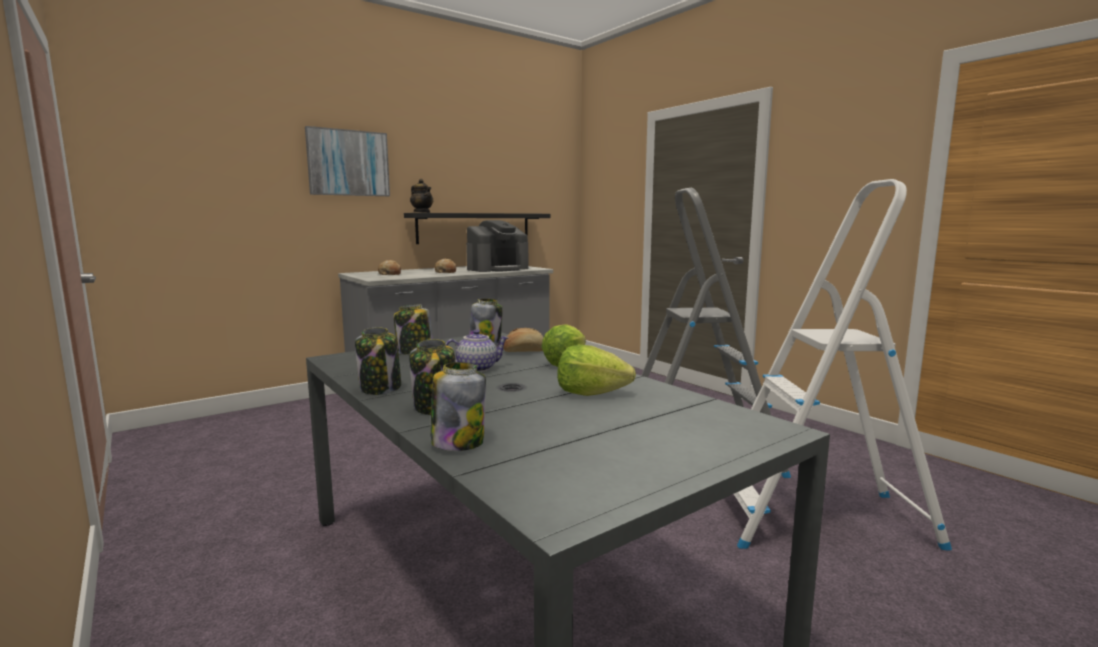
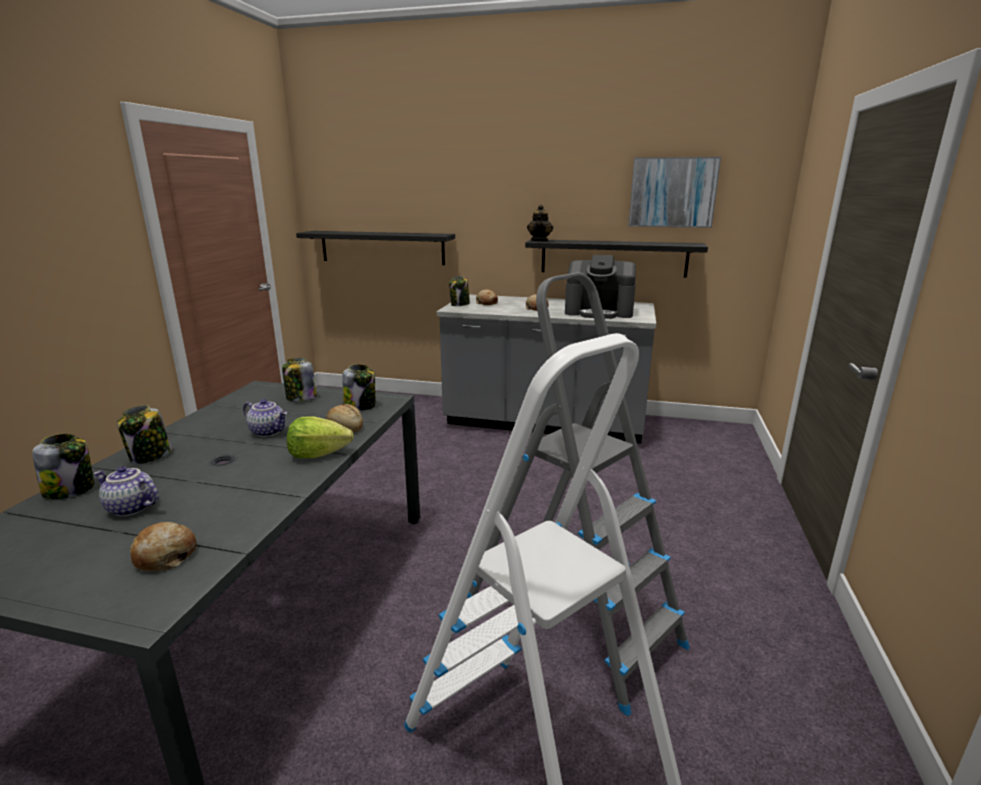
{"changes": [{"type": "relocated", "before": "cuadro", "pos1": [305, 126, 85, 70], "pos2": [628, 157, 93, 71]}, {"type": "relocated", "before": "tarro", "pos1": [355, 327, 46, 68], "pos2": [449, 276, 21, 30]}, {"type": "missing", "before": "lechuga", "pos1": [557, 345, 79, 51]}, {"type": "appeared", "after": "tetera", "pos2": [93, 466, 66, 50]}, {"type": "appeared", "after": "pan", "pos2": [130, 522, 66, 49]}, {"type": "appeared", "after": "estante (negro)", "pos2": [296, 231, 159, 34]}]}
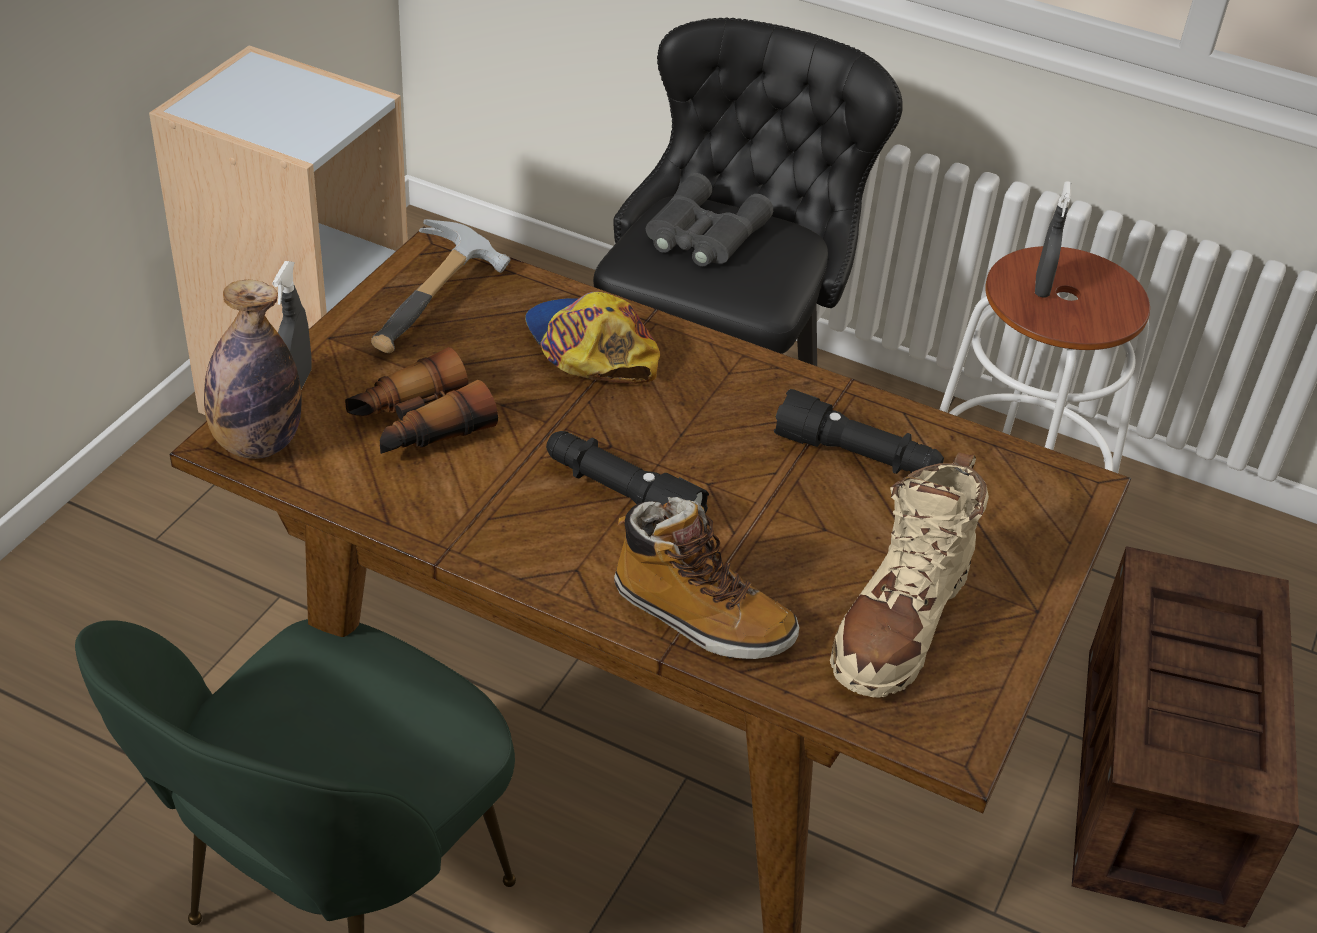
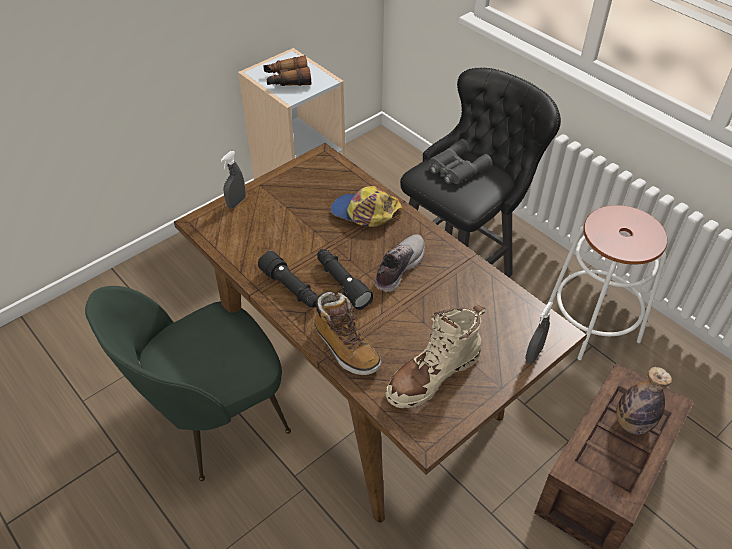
{"changes": [{"type": "relocated", "before": "botella", "pos1": [204, 280, 98, 179], "pos2": [616, 367, 56, 68]}, {"type": "relocated", "before": "prismáticos", "pos1": [345, 347, 153, 107], "pos2": [263, 55, 48, 31]}, {"type": "missing", "before": "martillo", "pos1": [371, 219, 140, 134]}, {"type": "spun", "before": "gorra", "pos1": [525, 292, 135, 92], "pos2": [331, 186, 72, 41], "turn": -60}, {"type": "relocated", "before": "linterna (negro)", "pos1": [774, 389, 170, 85], "pos2": [258, 251, 60, 57]}, {"type": "relocated", "before": "pulverizador (gris)", "pos1": [1035, 181, 36, 116], "pos2": [525, 301, 28, 62]}, {"type": "appeared", "after": "zapato", "pos2": [375, 234, 50, 58]}]}
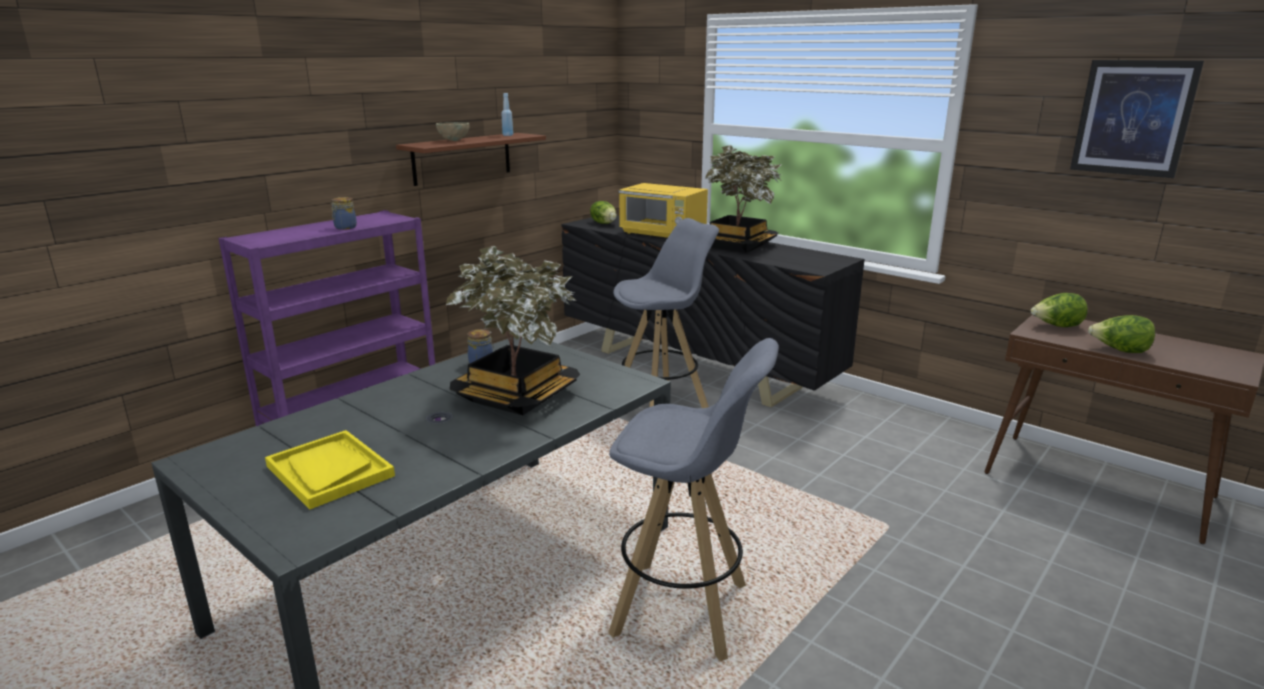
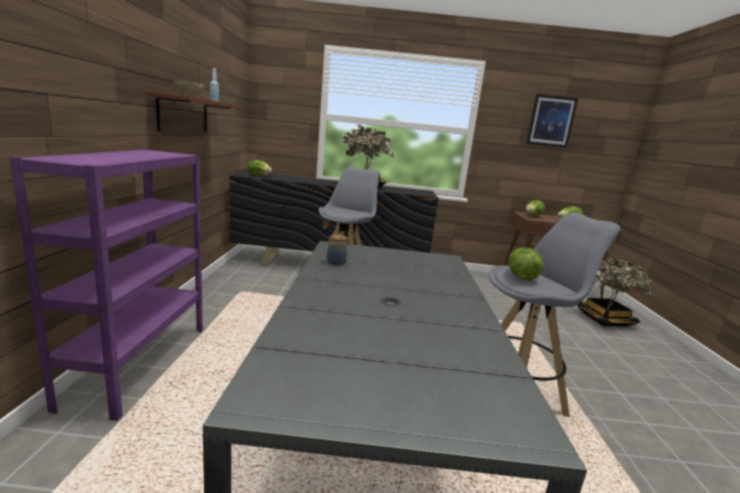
{"changes": [{"type": "missing", "before": "bandeja (amarillo)", "pos1": [265, 430, 130, 79]}, {"type": "missing", "before": "tarro", "pos1": [331, 197, 26, 33]}, {"type": "relocated", "before": "planta en maceta", "pos1": [446, 246, 134, 169], "pos2": [578, 257, 77, 69]}, {"type": "missing", "before": "microondas (amarillo)", "pos1": [618, 183, 90, 55]}, {"type": "appeared", "after": "lechuga", "pos2": [509, 248, 35, 33]}]}
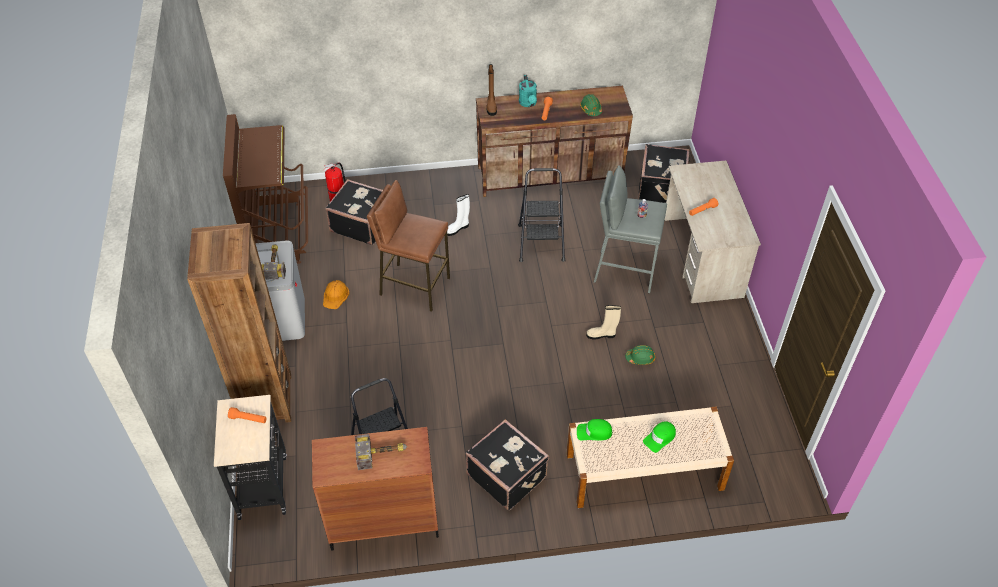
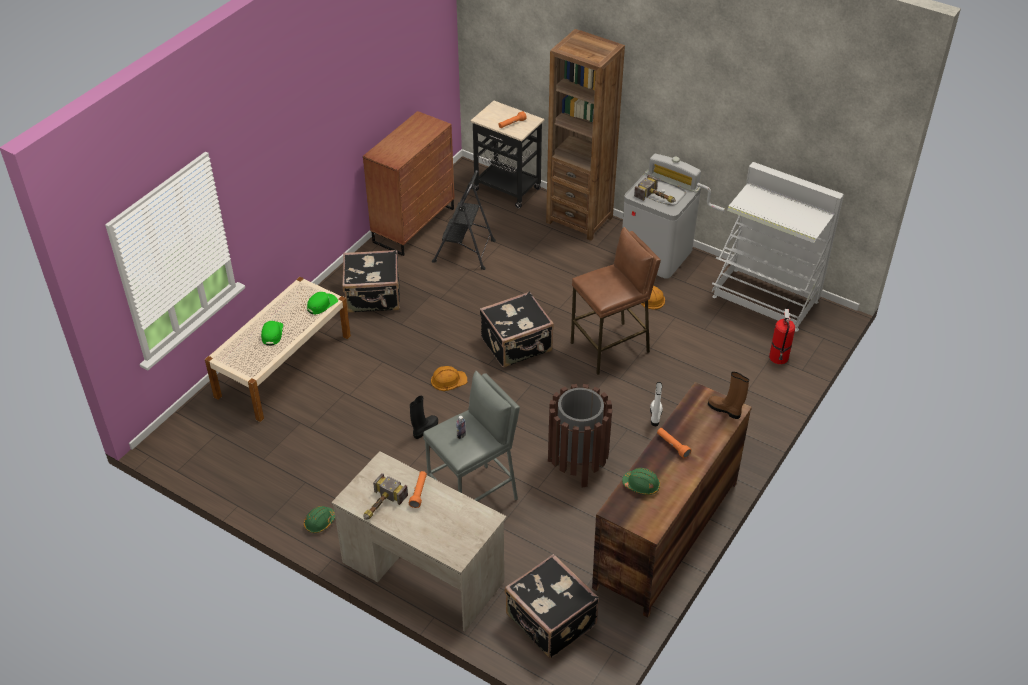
{"changes": [{"type": "colour", "before": "zapatero (marrón)", "after": "zapatero (blanco)", "pos1": [223, 114, 85, 150], "pos2": [712, 162, 132, 170]}, {"type": "relocated", "before": "maleta (negro)", "pos1": [325, 179, 58, 66], "pos2": [480, 291, 74, 77]}, {"type": "relocated", "before": "martillo", "pos1": [355, 434, 52, 36], "pos2": [364, 473, 44, 47]}, {"type": "exchanged", "before": "escalera de tijera (negro)", "after": "papelera (marrón)", "pos1": [518, 168, 48, 94], "pos2": [548, 384, 64, 103]}, {"type": "missing", "before": "regadera (turquesa)", "pos1": [519, 75, 18, 32]}, {"type": "colour", "before": "bota (beis)", "after": "bota (negro)", "pos1": [586, 305, 35, 34], "pos2": [410, 396, 28, 43]}, {"type": "relocated", "before": "casco (verde)", "pos1": [625, 345, 30, 20], "pos2": [304, 506, 31, 27]}, {"type": "appeared", "after": "casco (naranja)", "pos2": [431, 366, 36, 25]}]}
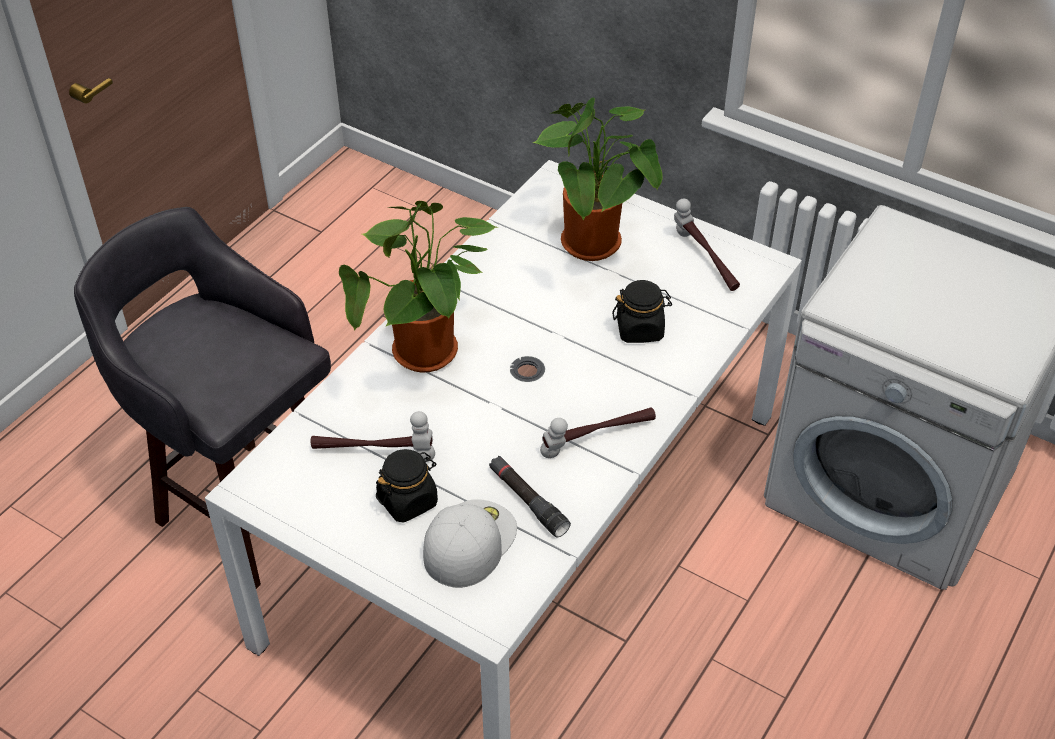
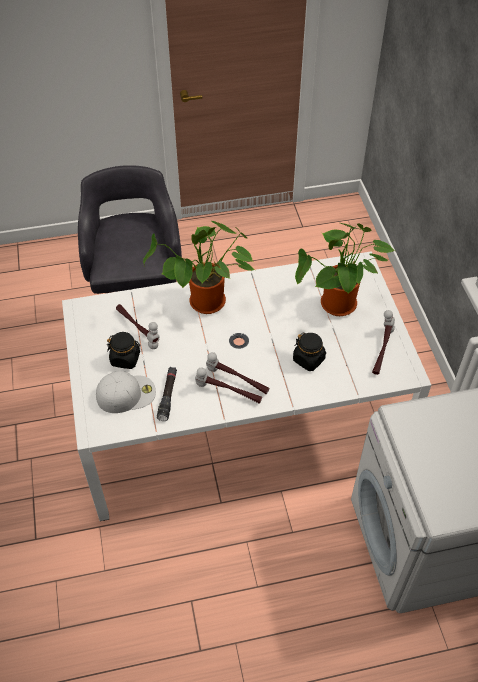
{"changes": [{"type": "appeared", "after": "martillo", "pos2": [206, 352, 64, 42]}]}
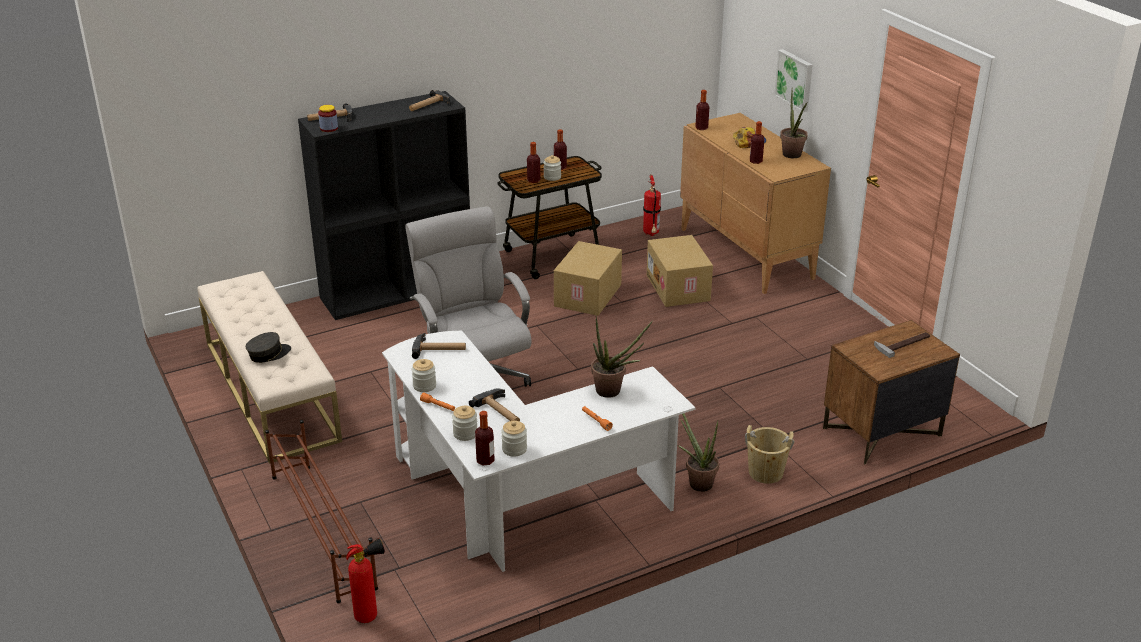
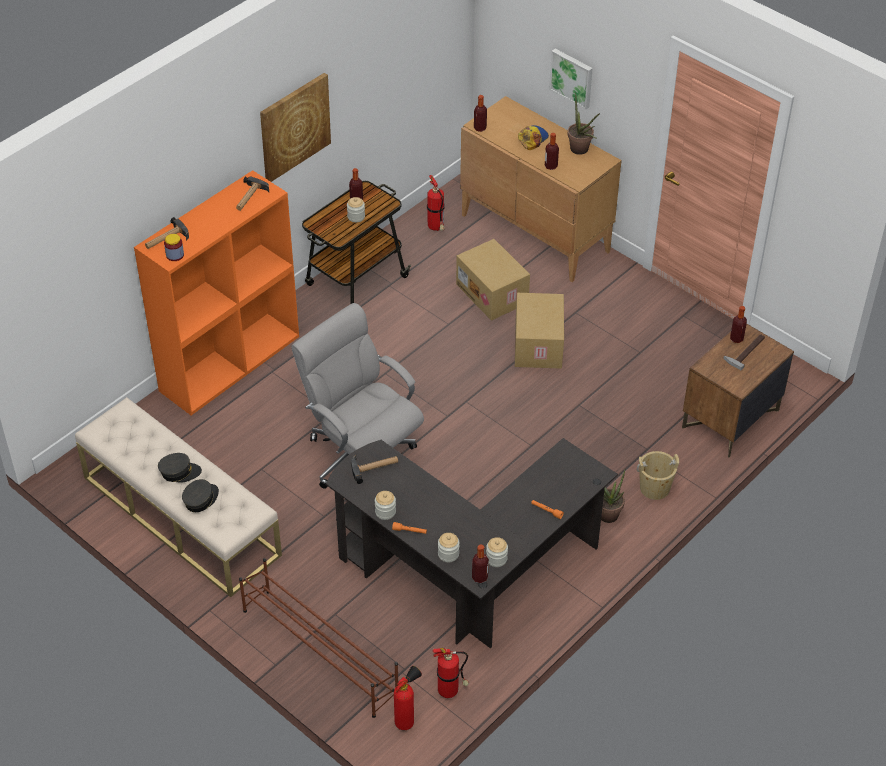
{"changes": [{"type": "colour", "before": "estantería (negro)", "after": "estantería (naranja)", "pos1": [298, 91, 172, 229], "pos2": [134, 170, 165, 245]}, {"type": "colour", "before": "escritorio (blanco)", "after": "escritorio (negro)", "pos1": [382, 331, 314, 241], "pos2": [326, 438, 292, 210]}, {"type": "missing", "before": "martillo", "pos1": [469, 389, 51, 32]}, {"type": "relocated", "before": "botella", "pos1": [527, 142, 13, 41], "pos2": [730, 306, 17, 37]}, {"type": "relocated", "before": "caja de cartón", "pos1": [554, 241, 68, 75], "pos2": [515, 293, 49, 76]}, {"type": "missing", "before": "planta en maceta", "pos1": [591, 316, 62, 82]}, {"type": "appeared", "after": "gorra (gris)", "pos2": [158, 453, 44, 29]}, {"type": "appeared", "after": "cuadro", "pos2": [260, 73, 71, 109]}, {"type": "appeared", "after": "extintor", "pos2": [433, 648, 36, 50]}]}
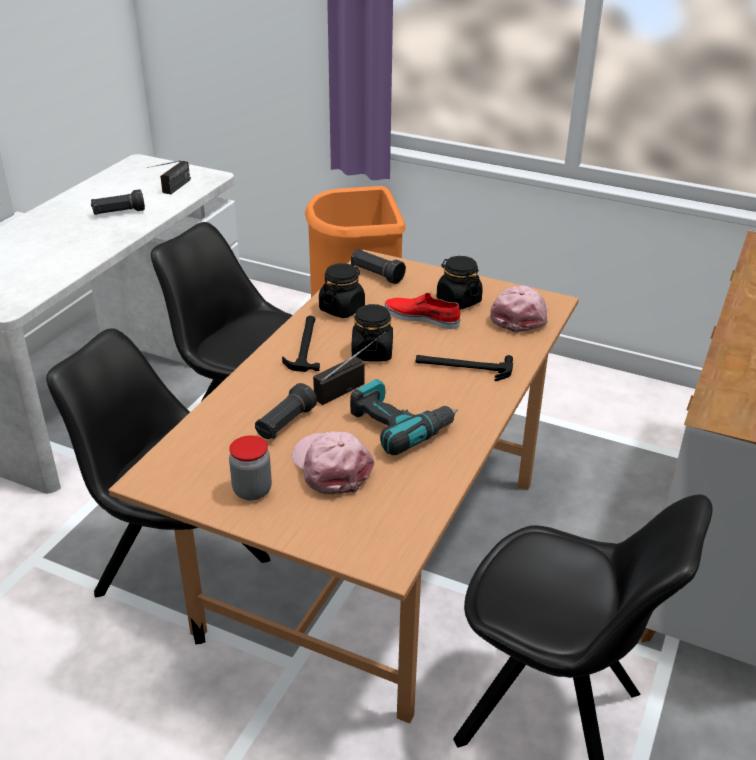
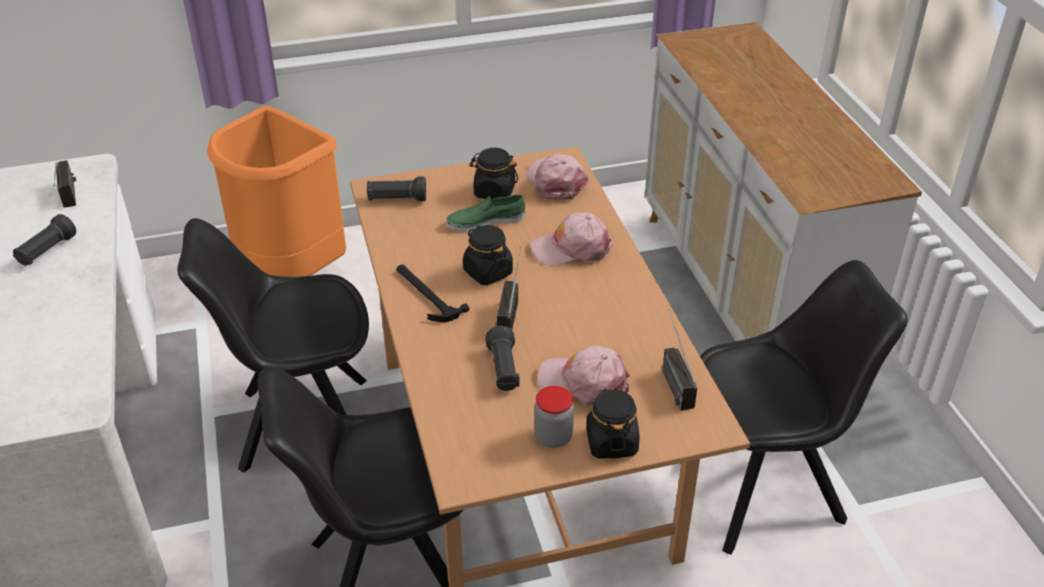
{"changes": [{"type": "relocated", "before": "tarro (negro)", "pos1": [319, 263, 46, 55], "pos2": [586, 388, 53, 71]}, {"type": "missing", "before": "taladro", "pos1": [350, 379, 108, 76]}, {"type": "colour", "before": "zapato (rojo)", "after": "zapato (verde)", "pos1": [385, 293, 76, 36], "pos2": [446, 194, 80, 38]}, {"type": "exchanged", "before": "martillo", "after": "gorra (rosa)", "pos1": [416, 355, 97, 26], "pos2": [530, 212, 83, 54]}, {"type": "appeared", "after": "radio", "pos2": [662, 309, 35, 102]}]}
